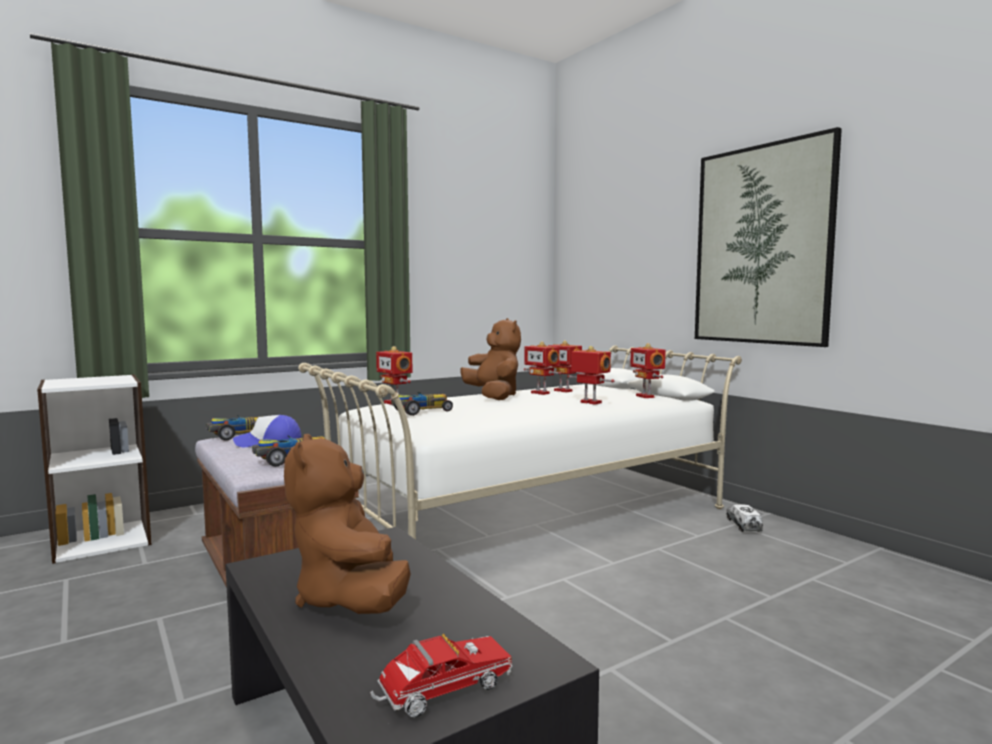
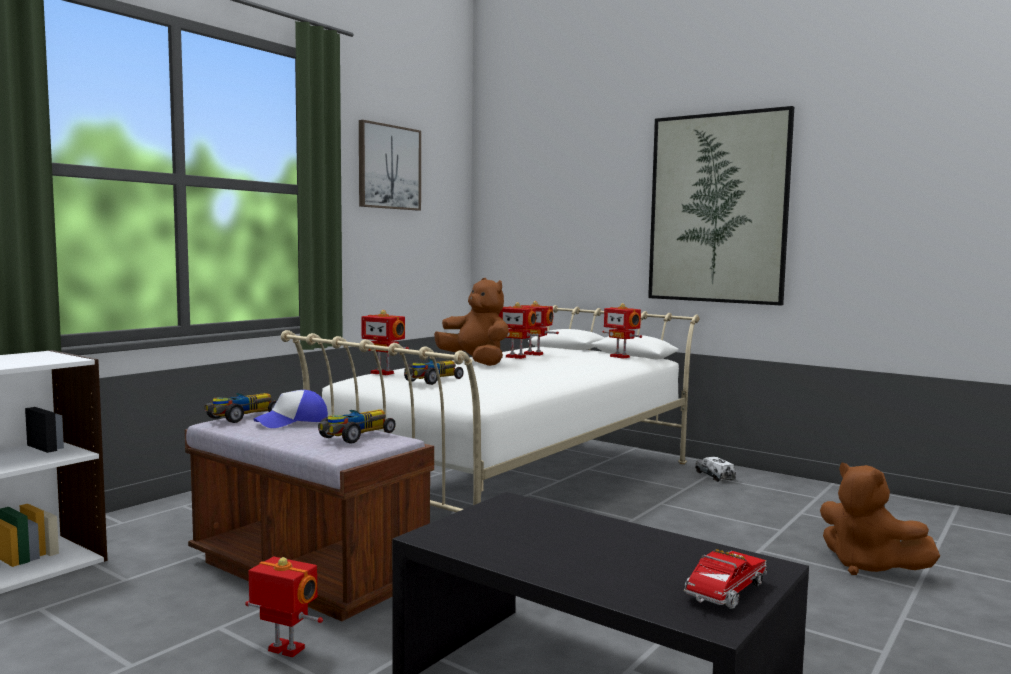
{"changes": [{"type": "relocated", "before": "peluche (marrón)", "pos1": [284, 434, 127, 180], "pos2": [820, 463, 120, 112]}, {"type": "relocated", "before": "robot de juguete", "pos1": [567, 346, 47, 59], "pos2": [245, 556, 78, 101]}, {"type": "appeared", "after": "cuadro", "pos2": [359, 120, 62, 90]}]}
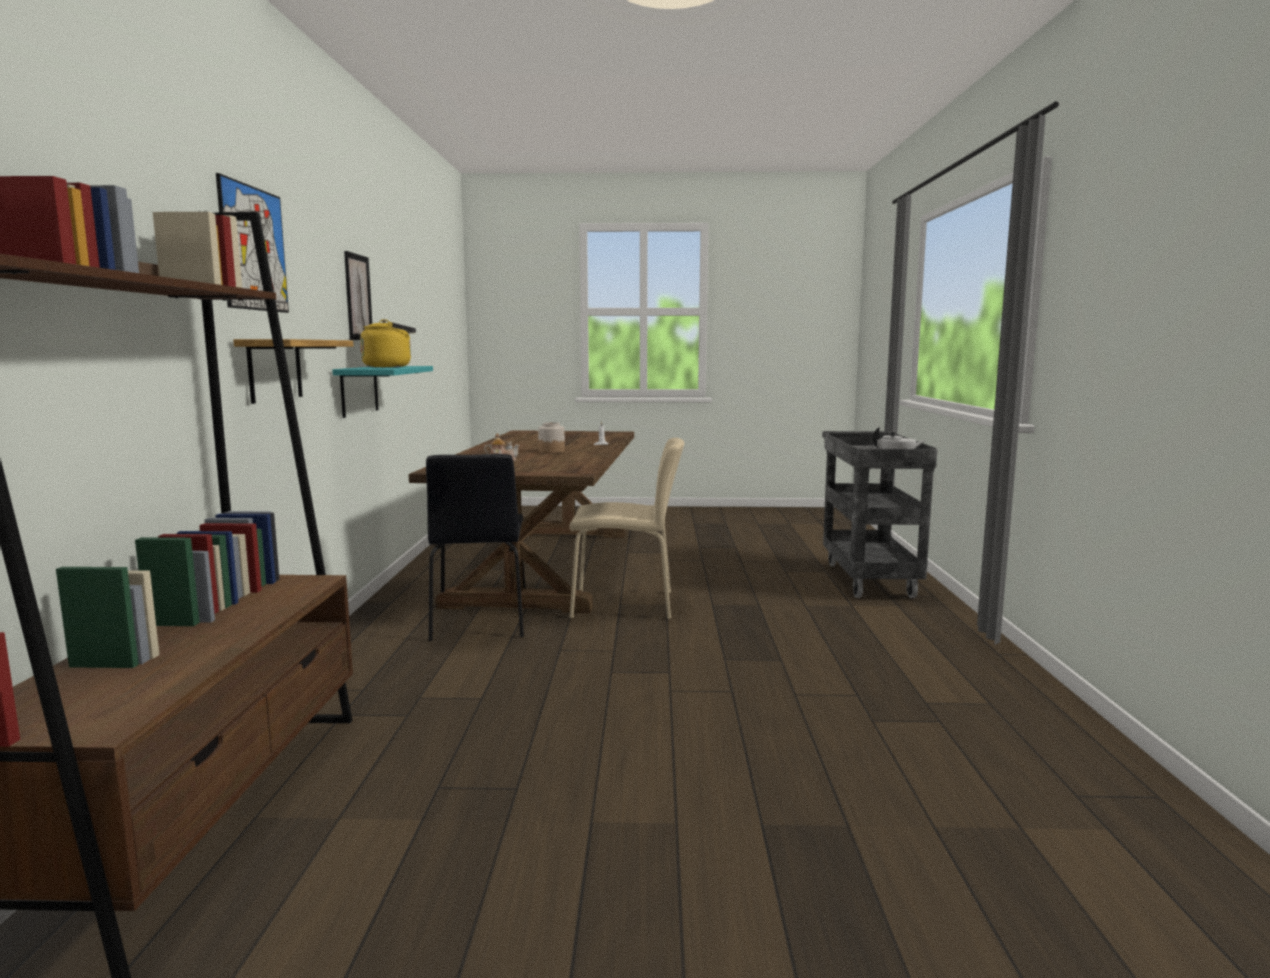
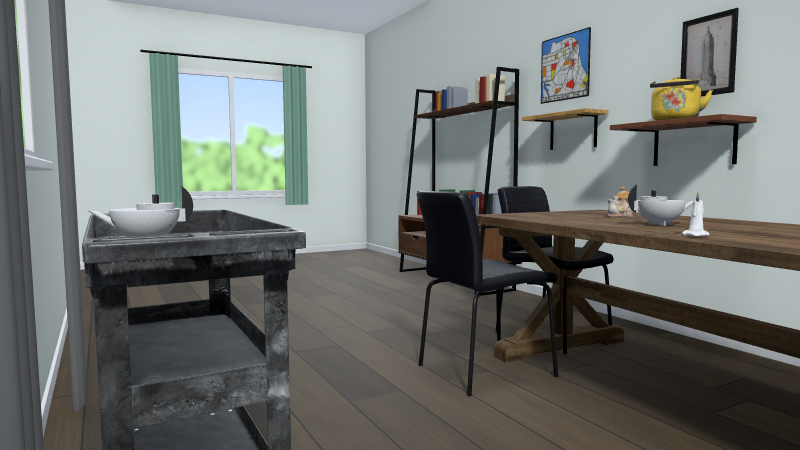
{"changes": [{"type": "colour", "before": "estante (turquesa)", "after": "estante (marrón)", "pos1": [332, 366, 101, 52], "pos2": [610, 114, 147, 52]}, {"type": "exchanged", "before": "tarro", "after": "tetera (blanco)", "pos1": [538, 422, 27, 31], "pos2": [628, 184, 65, 42]}, {"type": "colour", "before": "silla (beis)", "after": "silla (negro)", "pos1": [569, 438, 115, 181], "pos2": [416, 191, 143, 205]}]}
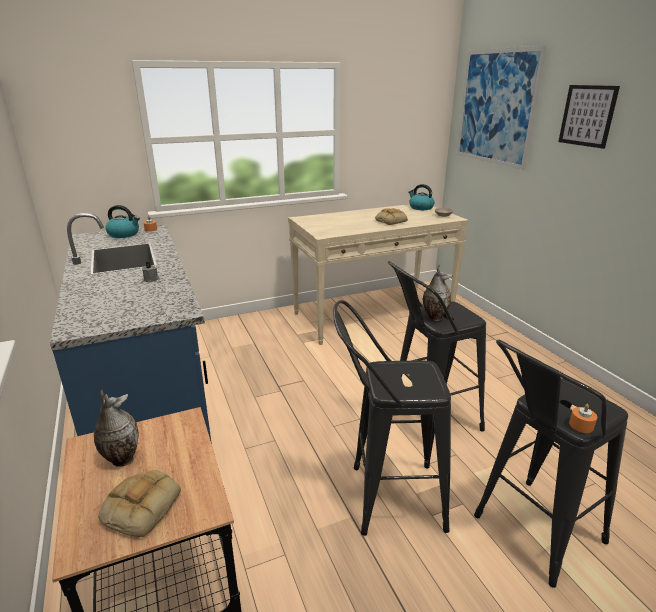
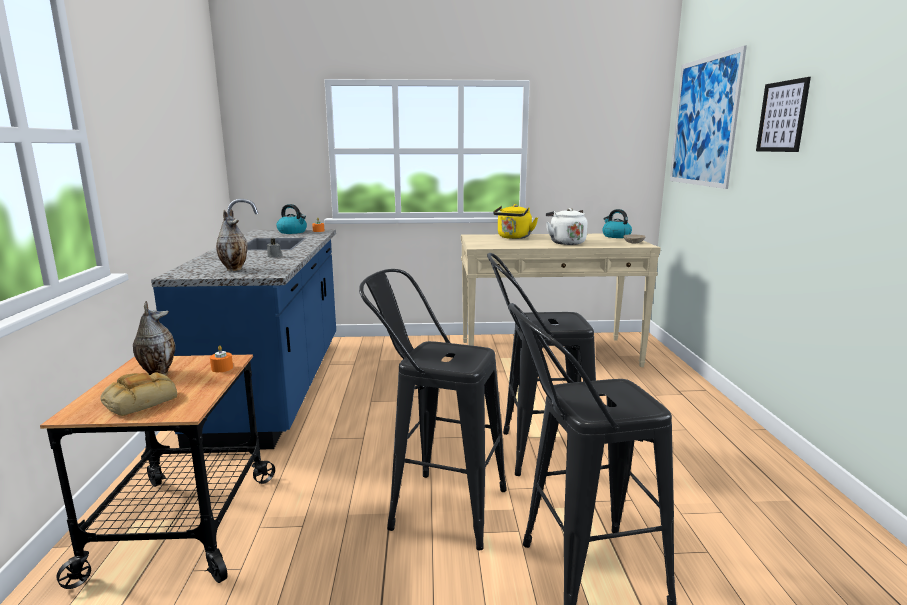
{"changes": [{"type": "exchanged", "before": "pan", "after": "hervidor (blanco)", "pos1": [375, 208, 33, 17], "pos2": [546, 208, 41, 37]}, {"type": "relocated", "before": "florero", "pos1": [423, 265, 30, 56], "pos2": [216, 210, 32, 61]}, {"type": "relocated", "before": "vela (naranja)", "pos1": [569, 404, 28, 29], "pos2": [210, 345, 23, 27]}, {"type": "appeared", "after": "hervidor (amarillo)", "pos2": [493, 204, 45, 35]}]}
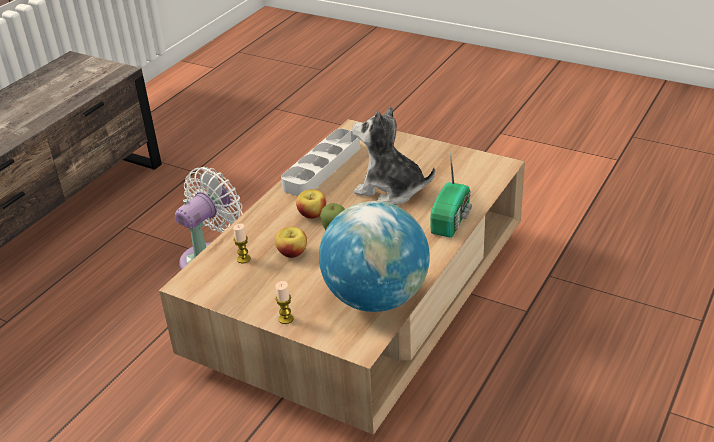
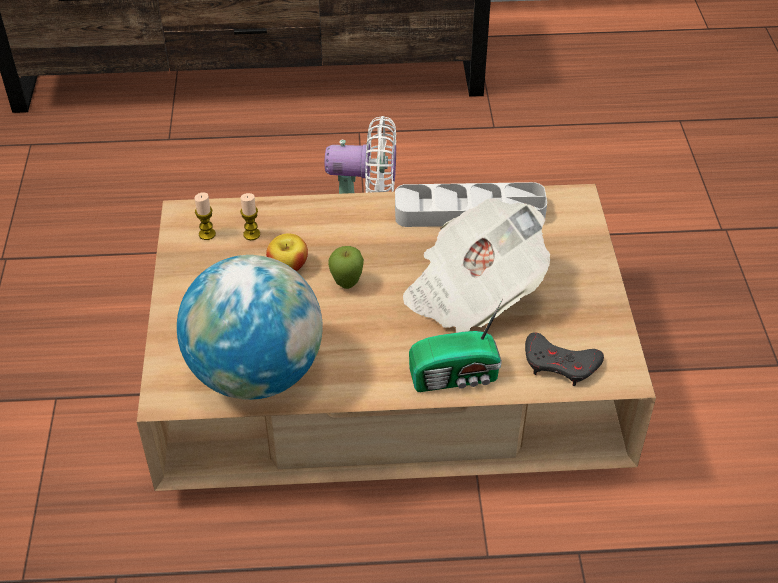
{"changes": [{"type": "relocated", "before": "vela", "pos1": [276, 281, 18, 43], "pos2": [194, 192, 22, 48]}, {"type": "missing", "before": "manzana", "pos1": [296, 189, 30, 30]}, {"type": "exchanged", "before": "peluche", "after": "periódico", "pos1": [352, 106, 83, 99], "pos2": [403, 198, 147, 135]}, {"type": "appeared", "after": "mando de consola (gris)", "pos2": [525, 332, 79, 54]}]}
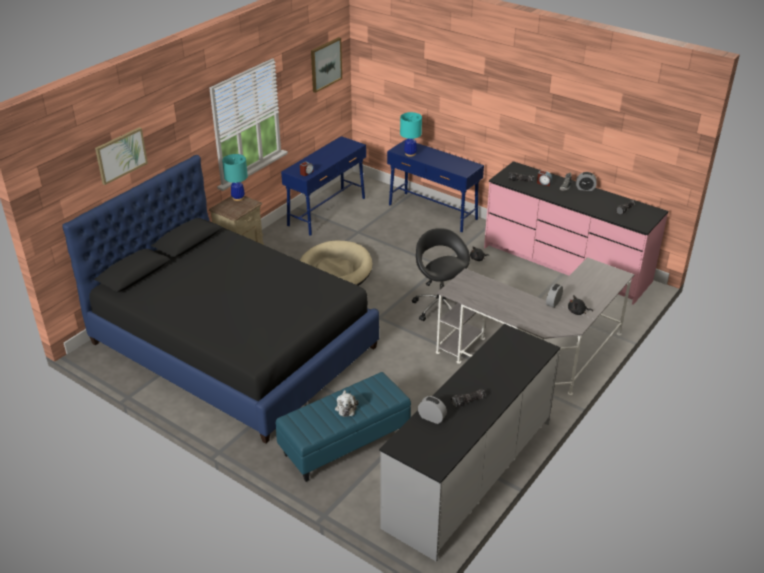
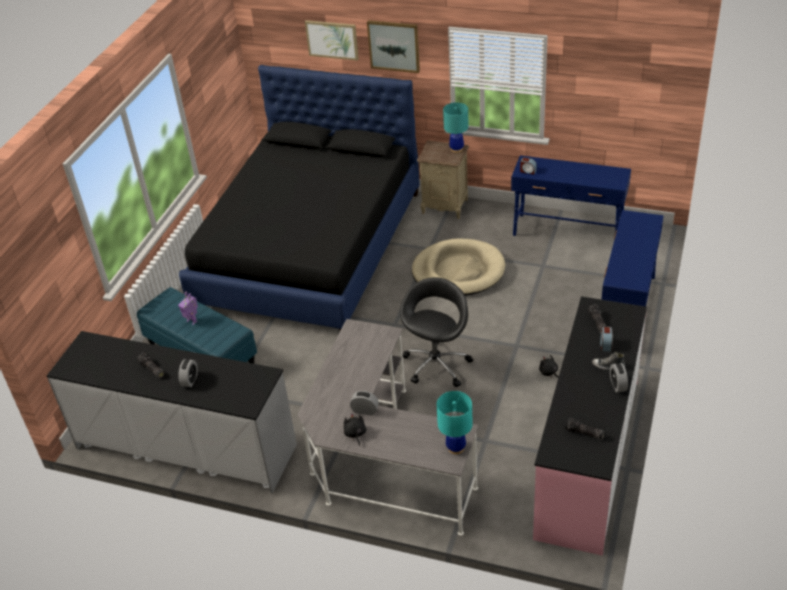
{"changes": [{"type": "relocated", "before": "cuadro", "pos1": [311, 37, 31, 56], "pos2": [367, 20, 53, 53]}, {"type": "exchanged", "before": "peluche", "after": "robot de juguete", "pos1": [335, 390, 24, 27], "pos2": [178, 292, 20, 33]}, {"type": "relocated", "before": "lámpara de mesa (turquesa)", "pos1": [400, 112, 22, 45], "pos2": [437, 391, 36, 63]}, {"type": "relocated", "before": "despertador", "pos1": [418, 396, 29, 28], "pos2": [178, 359, 20, 28]}]}
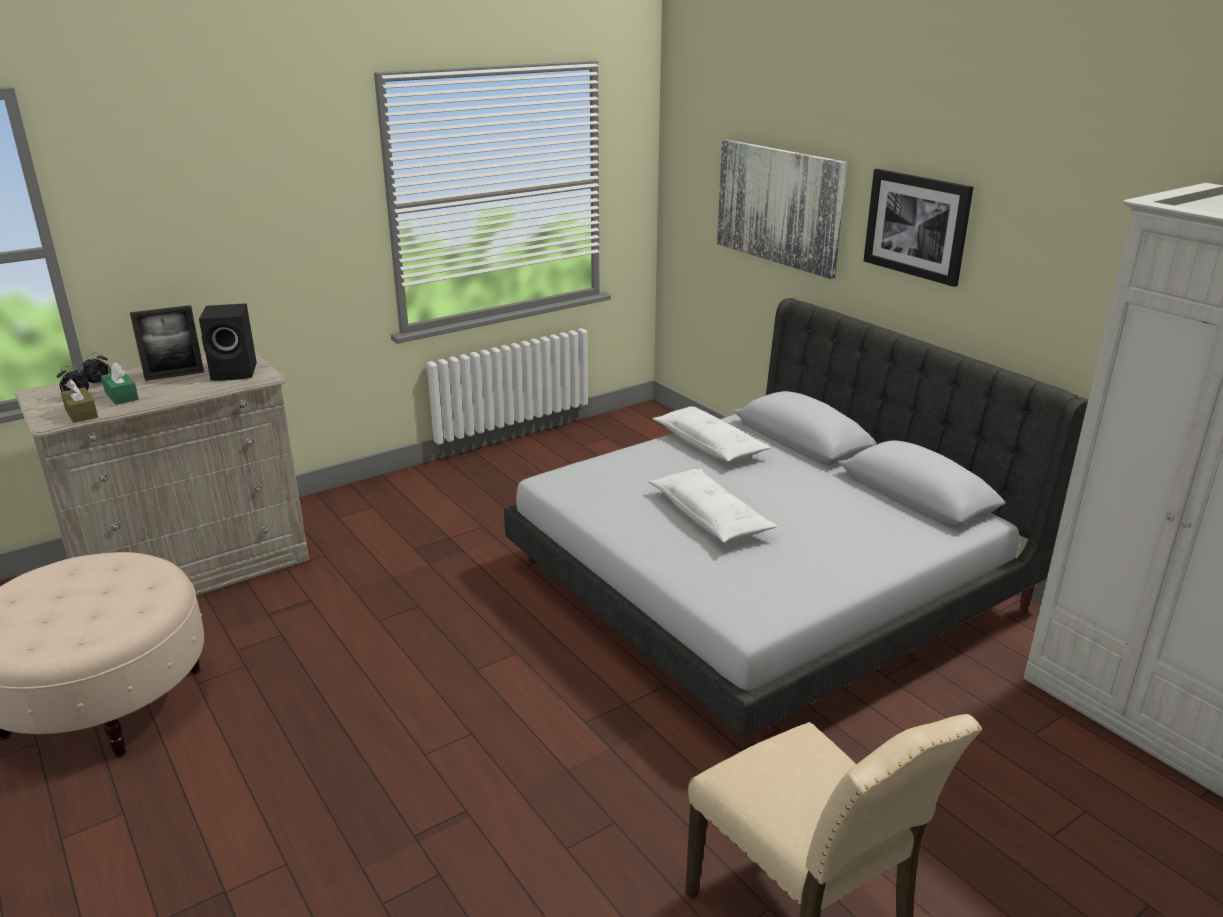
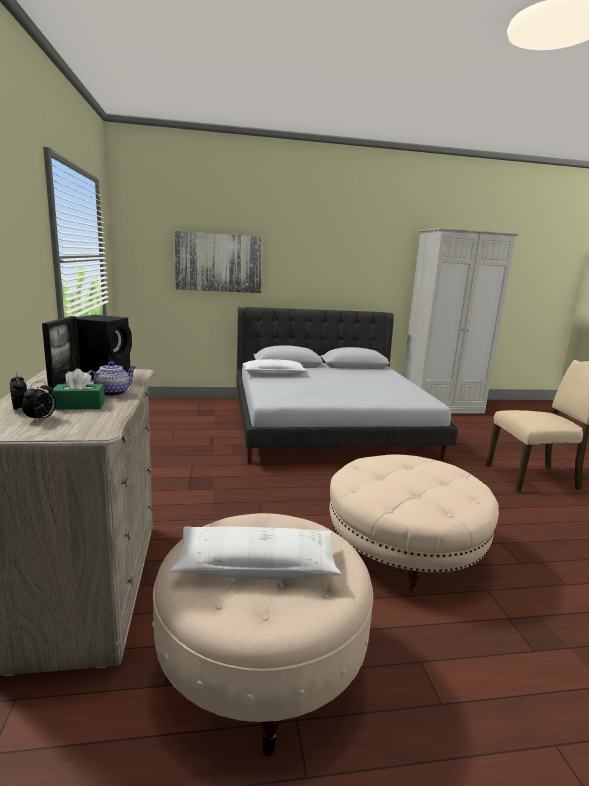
{"changes": [{"type": "missing", "before": "caja de pañuelos (marrón)", "pos1": [61, 379, 37, 44]}, {"type": "relocated", "before": "cojín (blanco)", "pos1": [648, 469, 130, 74], "pos2": [169, 526, 172, 53]}, {"type": "missing", "before": "cuadro", "pos1": [864, 169, 109, 118]}, {"type": "appeared", "after": "tetera", "pos2": [88, 361, 48, 36]}, {"type": "appeared", "after": "puf (beis)", "pos2": [330, 455, 169, 140]}]}
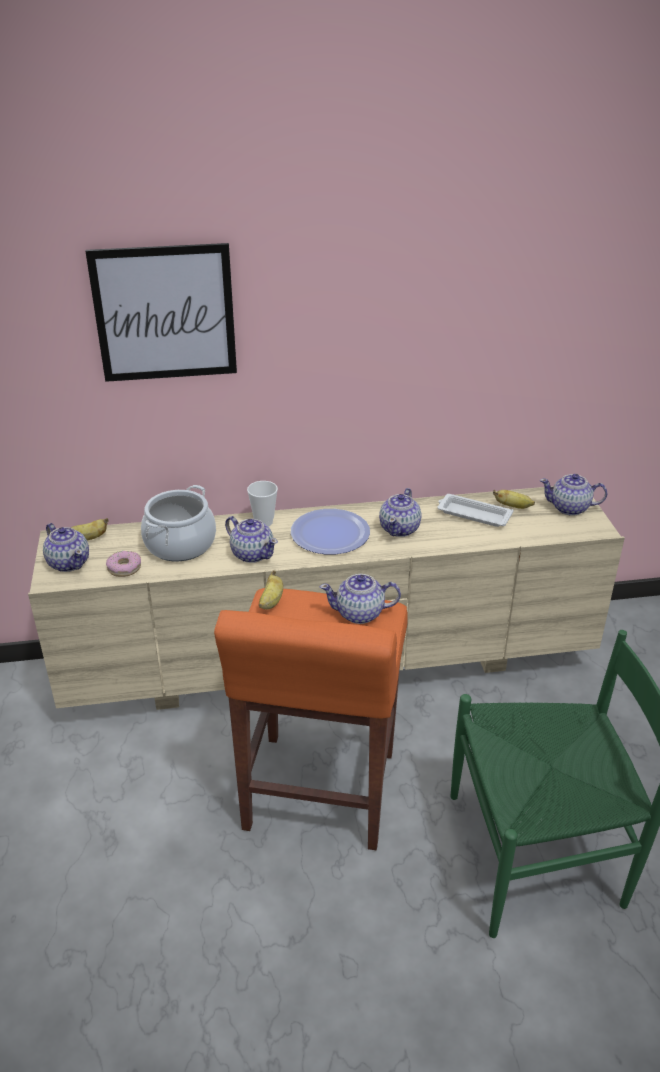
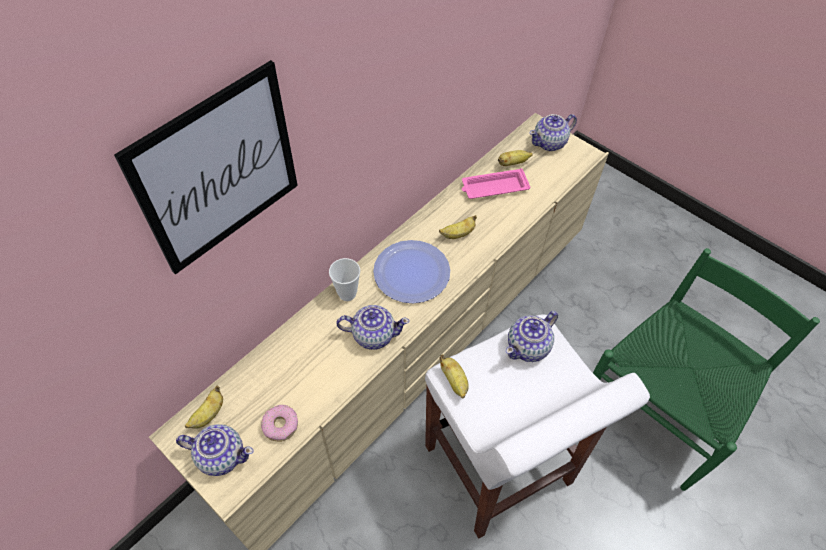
{"changes": [{"type": "missing", "before": "olla", "pos1": [141, 485, 75, 76]}, {"type": "colour", "before": "taburete (naranja)", "after": "taburete (blanco)", "pos1": [214, 588, 194, 262], "pos2": [425, 314, 225, 224]}, {"type": "exchanged", "before": "tetera", "after": "plátano", "pos1": [379, 488, 43, 49], "pos2": [439, 215, 38, 24]}, {"type": "colour", "before": "bandeja (blanco)", "after": "bandeja (rosa)", "pos1": [438, 494, 76, 33], "pos2": [462, 168, 68, 31]}]}
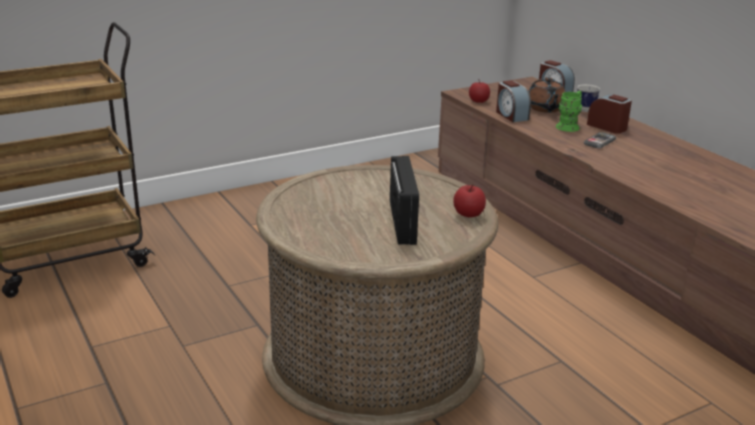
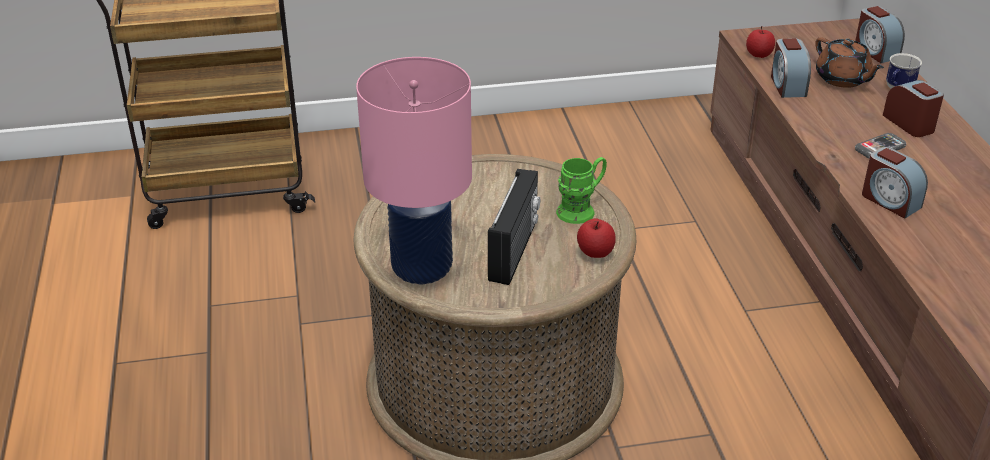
{"changes": [{"type": "spun", "before": "tetera (marrón)", "pos1": [528, 77, 37, 36], "pos2": [815, 37, 69, 51], "turn": -45}, {"type": "relocated", "before": "taza grande (verde)", "pos1": [556, 91, 26, 41], "pos2": [556, 157, 51, 67]}, {"type": "appeared", "after": "lámpara de mesa (rosa)", "pos2": [356, 57, 116, 227]}, {"type": "appeared", "after": "despertador", "pos2": [862, 147, 66, 71]}]}
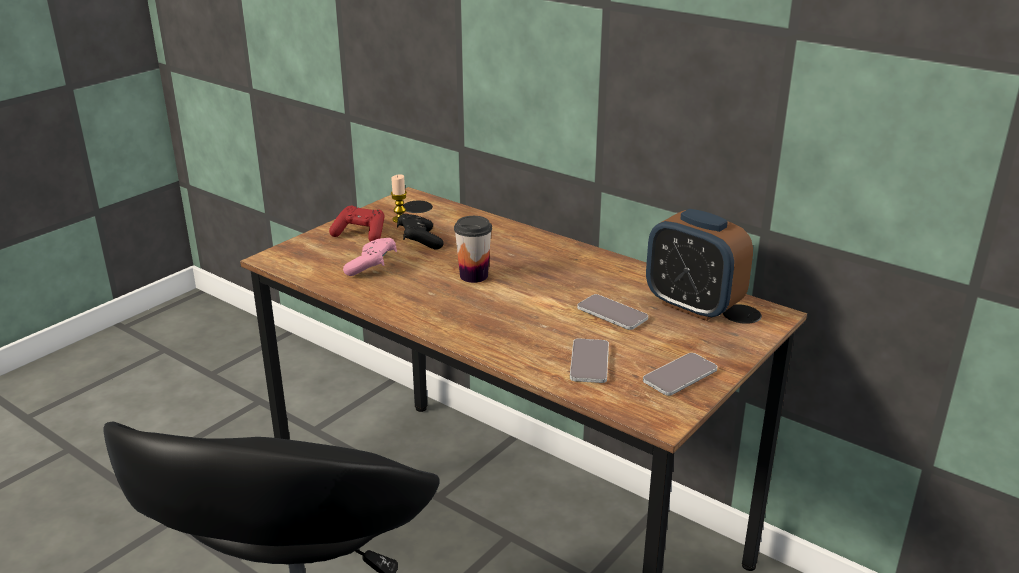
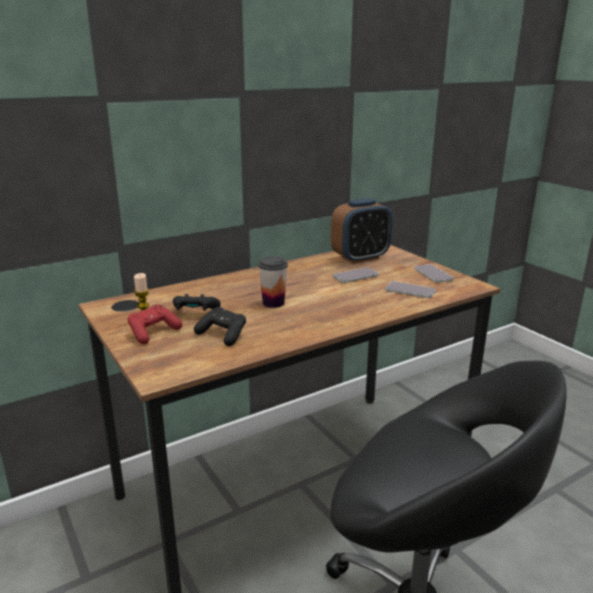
{"changes": [{"type": "colour", "before": "mando de consola (rosa)", "after": "mando de consola (negro)", "pos1": [343, 238, 54, 38], "pos2": [194, 307, 52, 39]}]}
